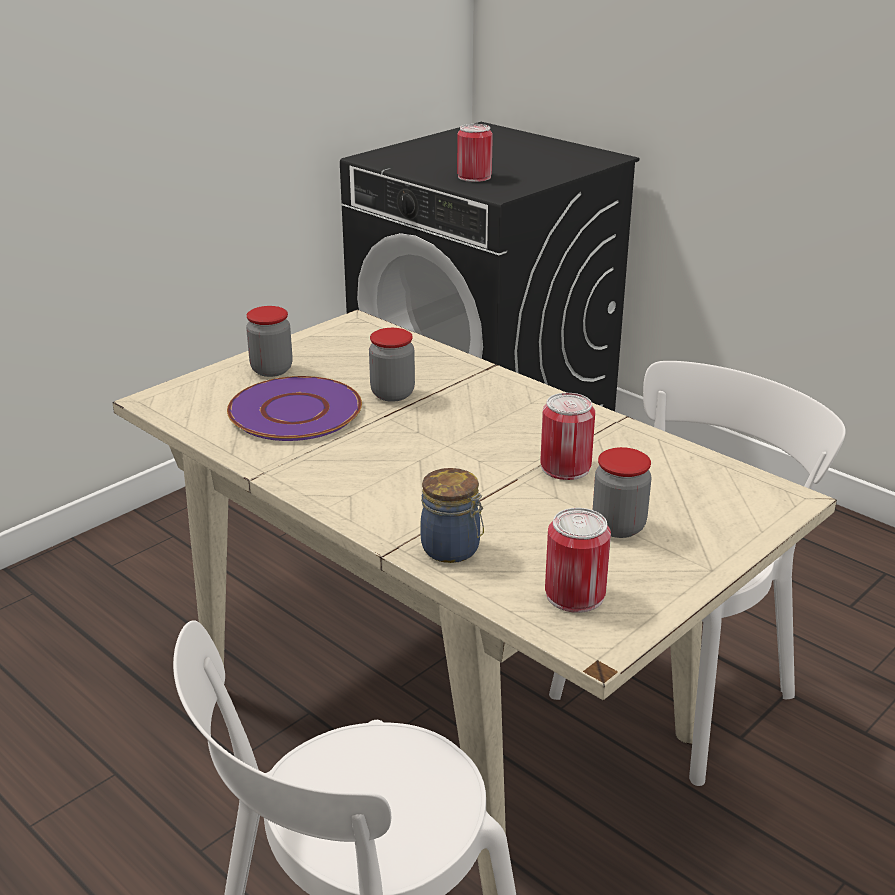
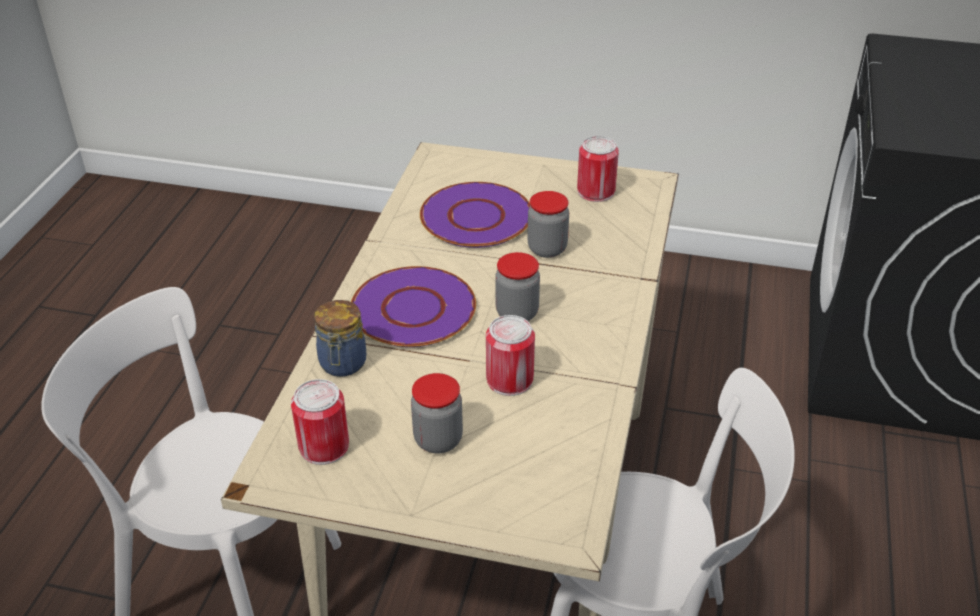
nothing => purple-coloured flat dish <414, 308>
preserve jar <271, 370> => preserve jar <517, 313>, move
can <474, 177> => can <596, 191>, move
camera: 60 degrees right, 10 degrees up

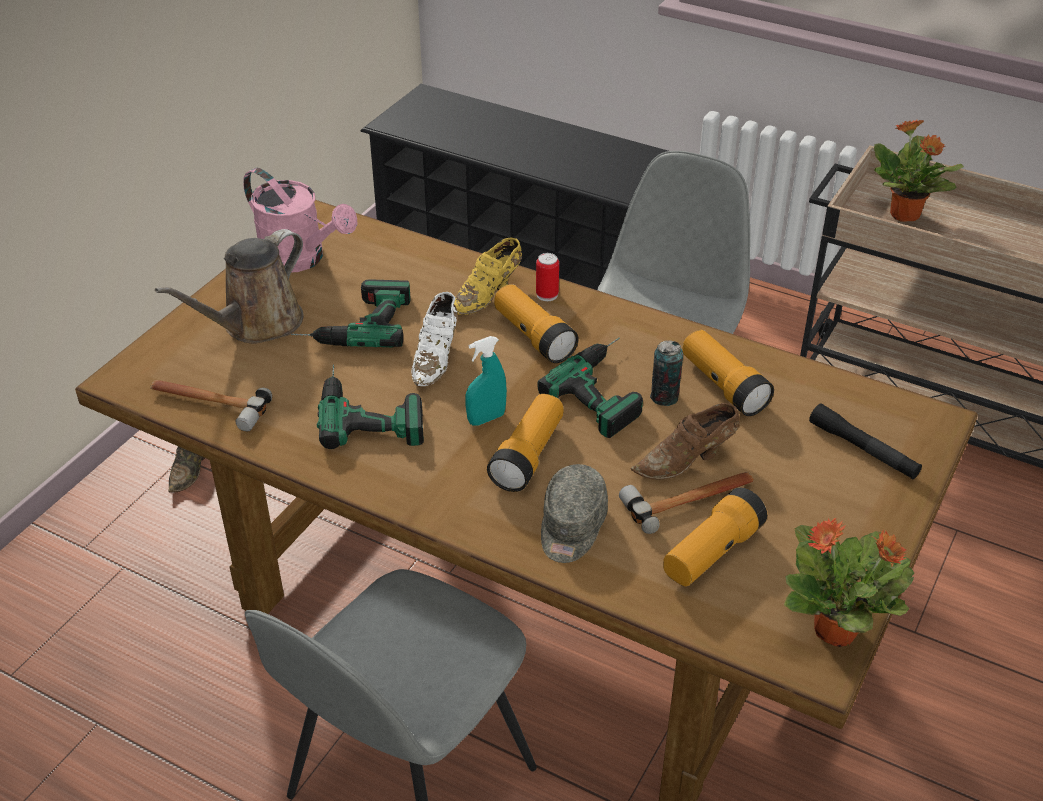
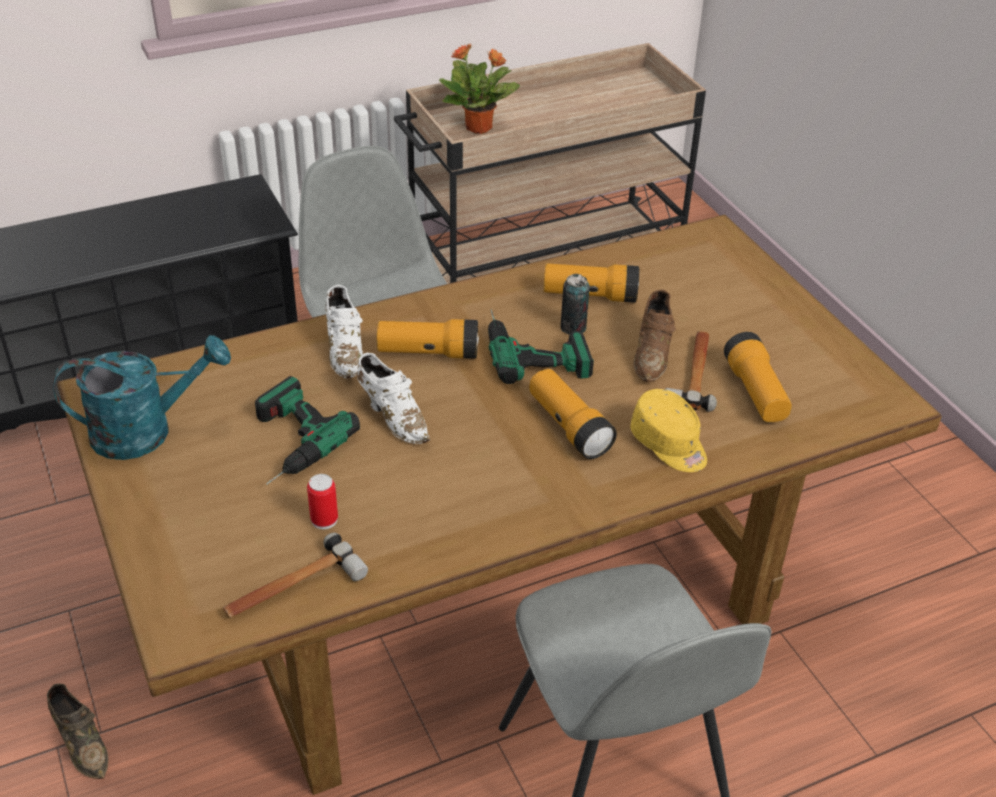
brownish watering can <256, 324> => nothing
power drill <370, 409> => nothing
turquoise spray bottle <486, 419> => nothing
houseplant <837, 631> => nothing
blackish torch <863, 450> => nothing
can <547, 295> => can <324, 520>, move
pinkish watering can <301, 259> => turquoise watering can <146, 431>
yellow-coloured item of footwear <488, 295> => whitish item of footwear <345, 349>
grey cap <571, 527> => yellow-coloured cap <669, 444>
camera: 55 degrees left, 0 degrees up

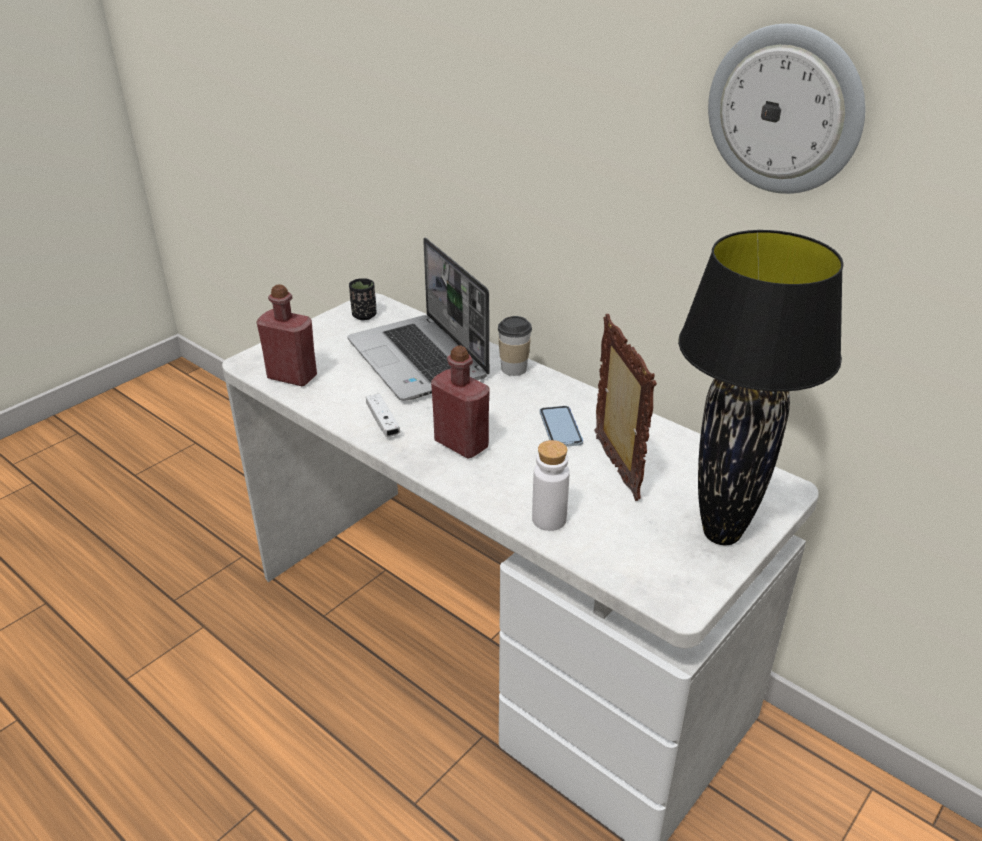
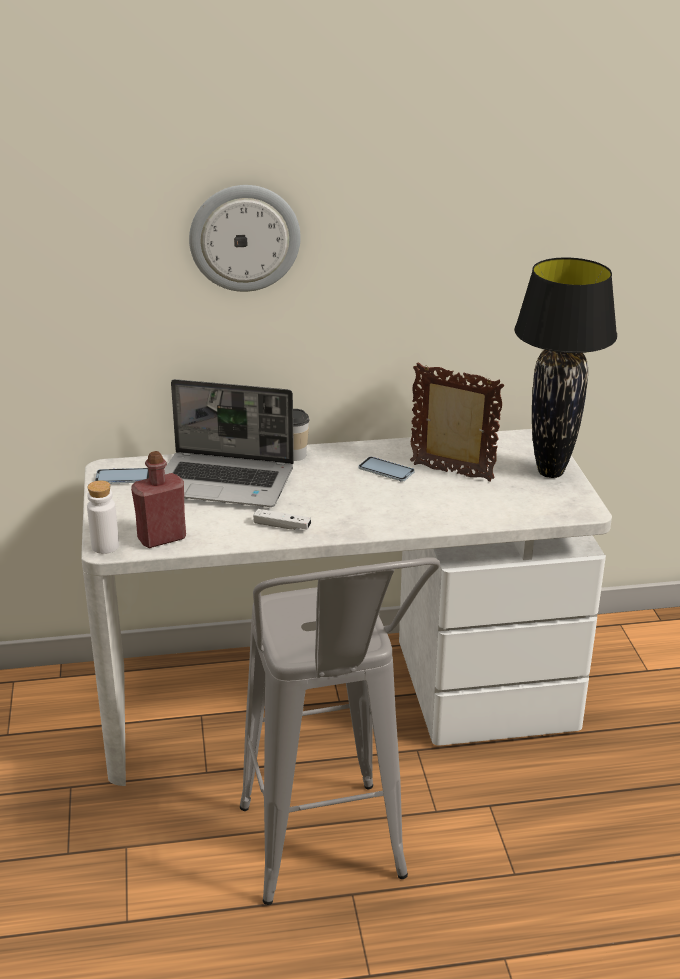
red-coloured drink bottle <461, 444> => nothing
nothing => grey stool <327, 863>
whitish drink bottle <549, 519> => whitish drink bottle <105, 546>, move
hanging clock <785, 110> => hanging clock <244, 238>, move
blackish small cup <364, 315> => phone <123, 477>
camera: 50 degrees left, 5 degrees down

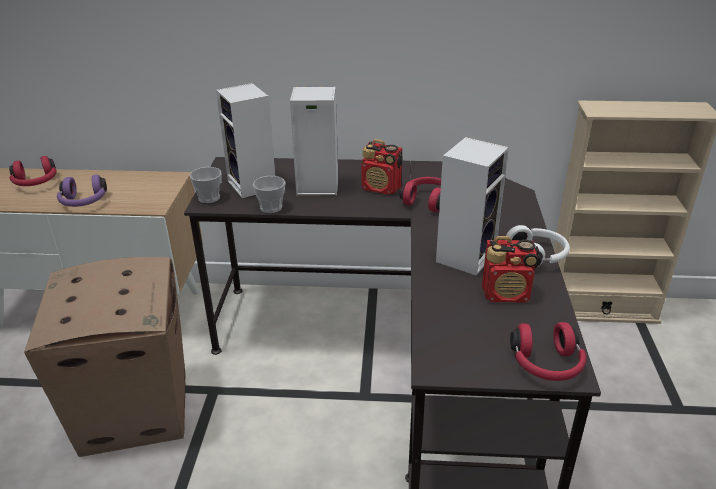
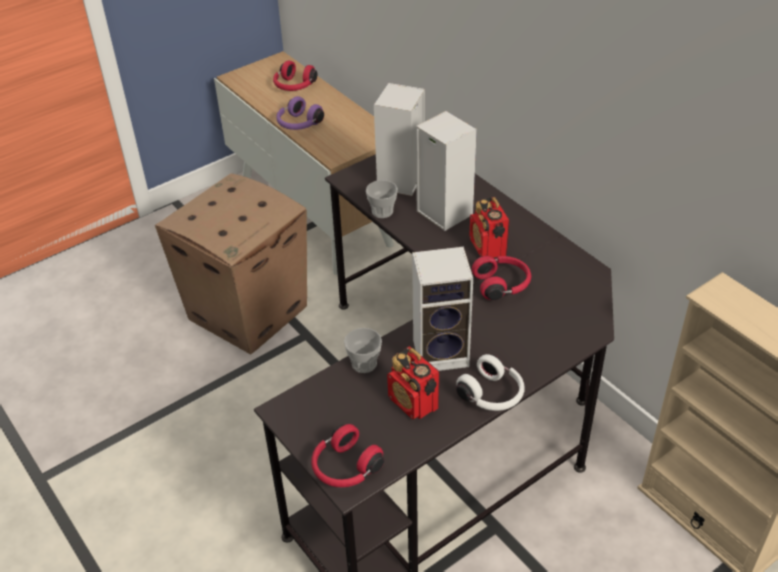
small cup <209, 198> => small cup <364, 363>, move
camera: 50 degrees right, 10 degrees up

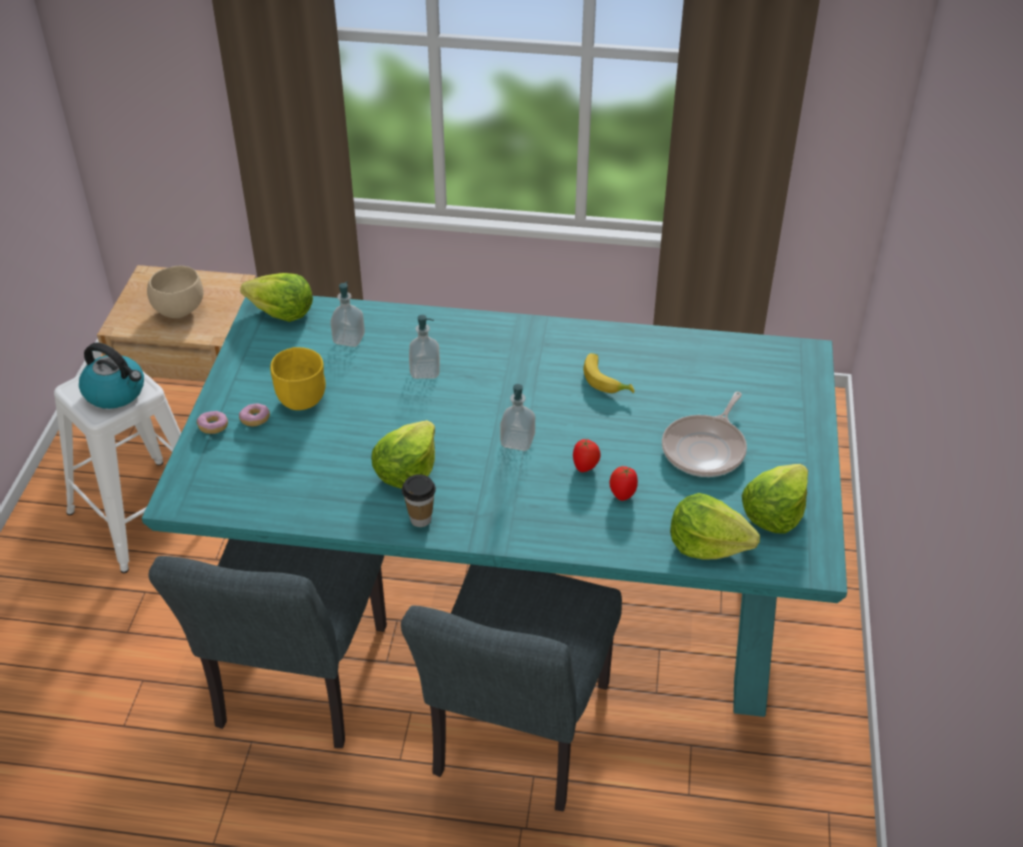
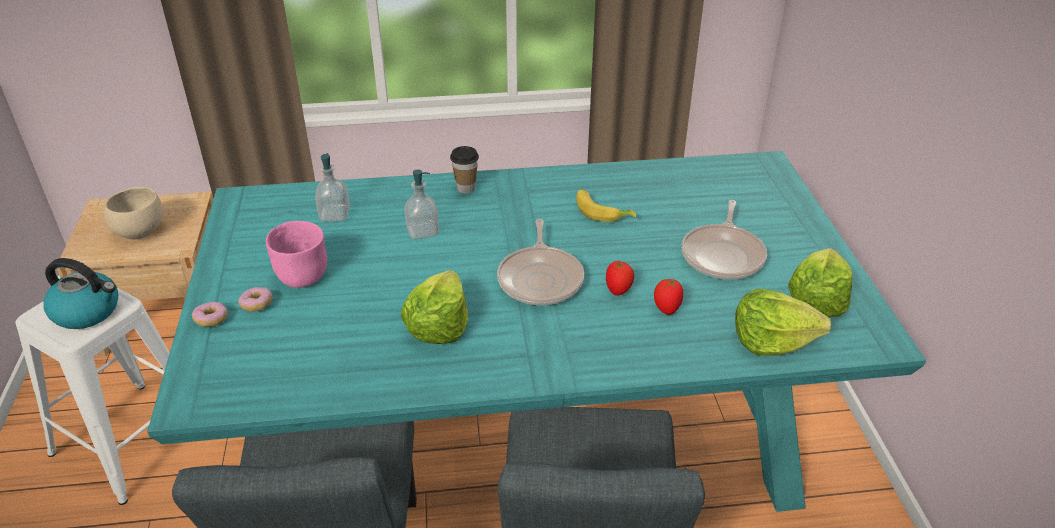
lettuce head <281, 313> => nothing
small cup <420, 519> => small cup <466, 188>, move
soap bottle <517, 441> => frying pan <541, 278>
yellow-coloured serving bowl <300, 400> => pinkish serving bowl <301, 277>
camera: 15 degrees left, 5 degrees down

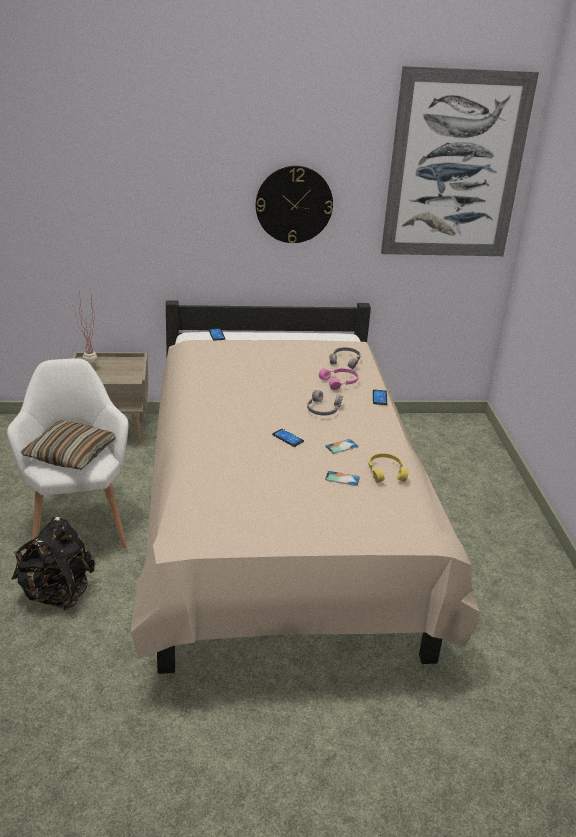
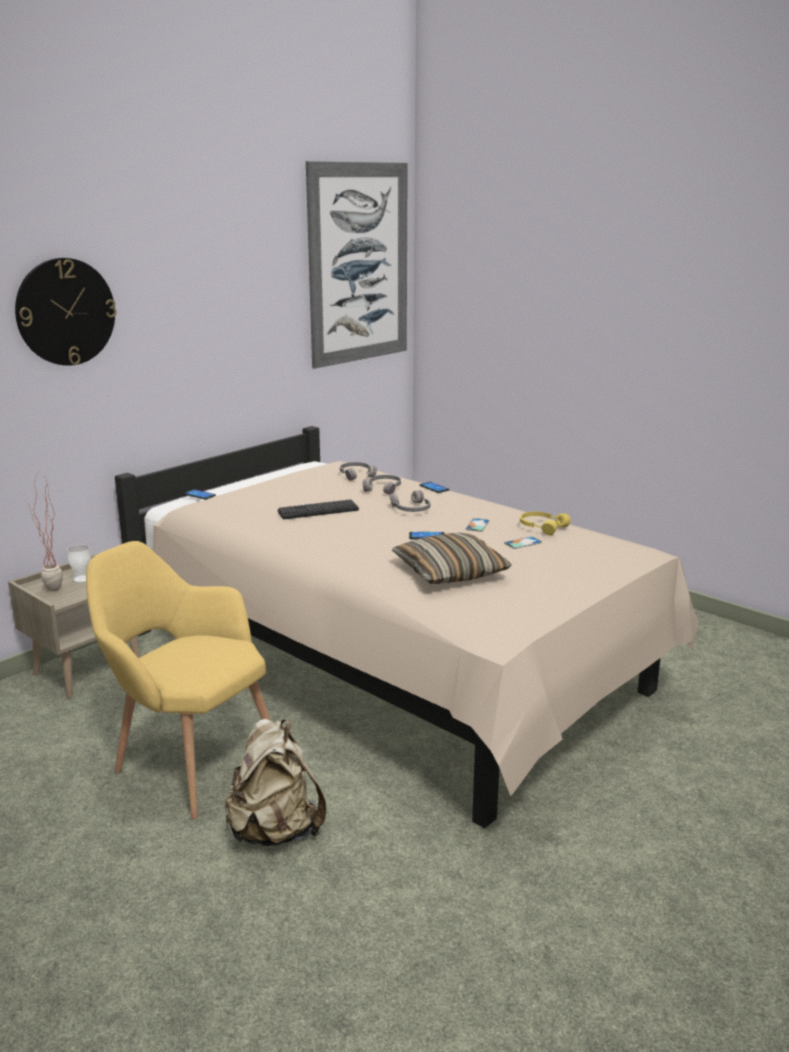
nothing => small cup <82, 579>
nothing => keyboard <318, 510>
throw pillow <71, 454> => throw pillow <450, 572>, move
hanging clock <294, 204> => hanging clock <65, 312>, move
whitish lounge chair <77, 522> => yellow-coloured lounge chair <188, 762>
blackish knapsack <56, 593> => beige-coloured knapsack <275, 831>
pinkish headset <340, 382> => grey headset <384, 489>
camera: 40 degrees left, 10 degrees down

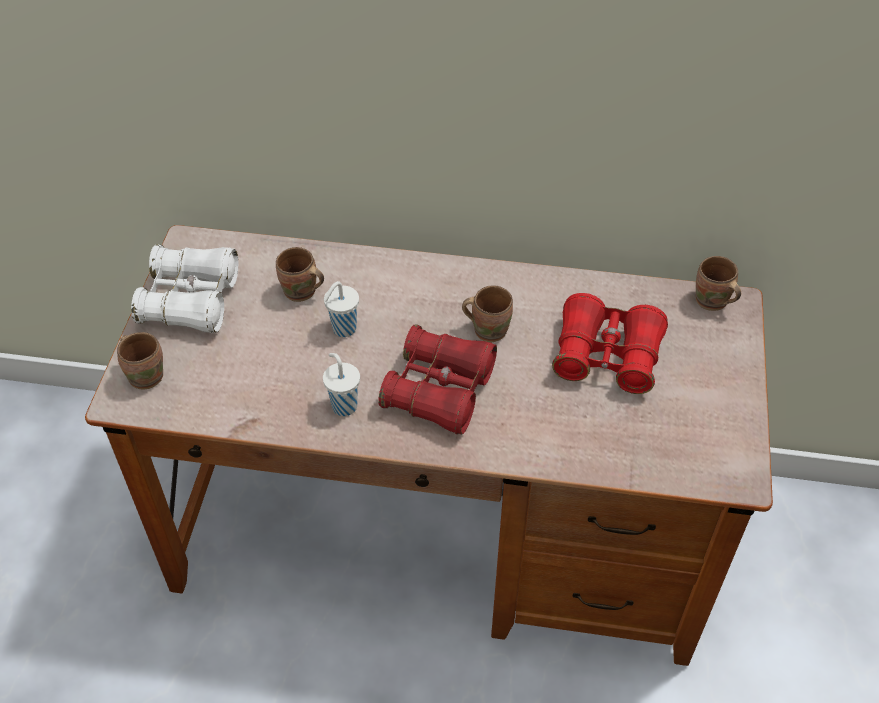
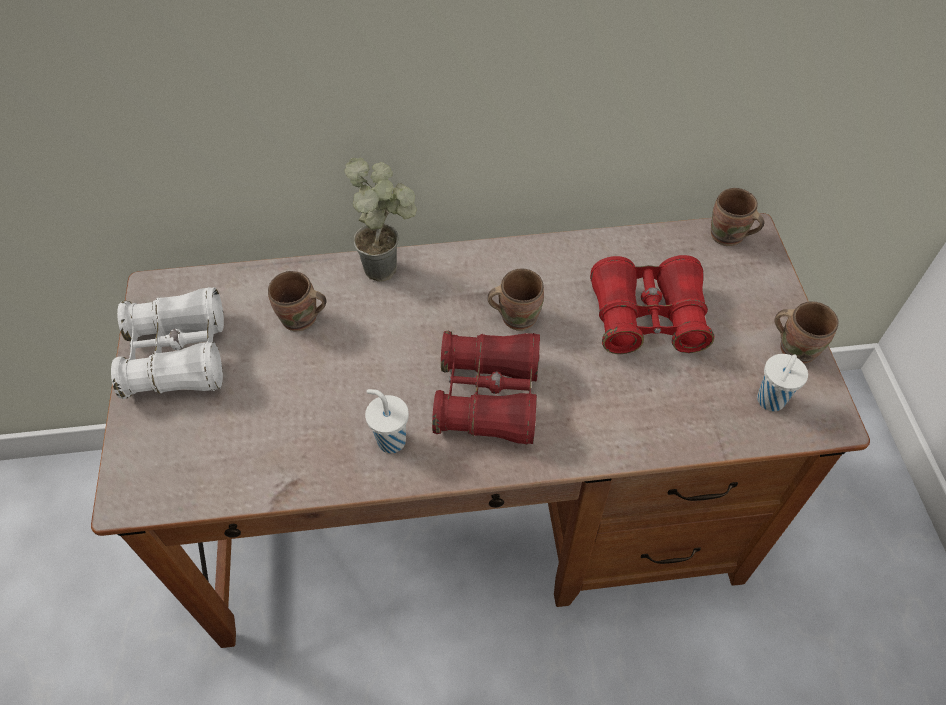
nothing => houseplant <390, 266>
brownish tea mug <147, 375> => brownish tea mug <796, 347>, move
whitish small cup <343, 329> => whitish small cup <770, 401>, move
camera: 15 degrees left, 5 degrees up

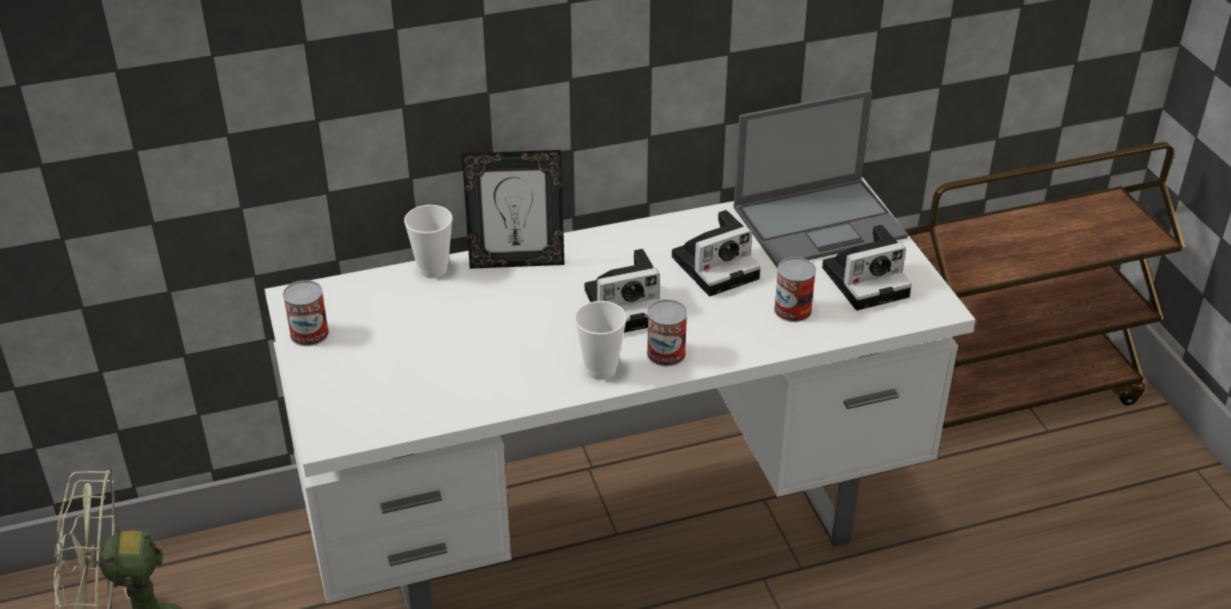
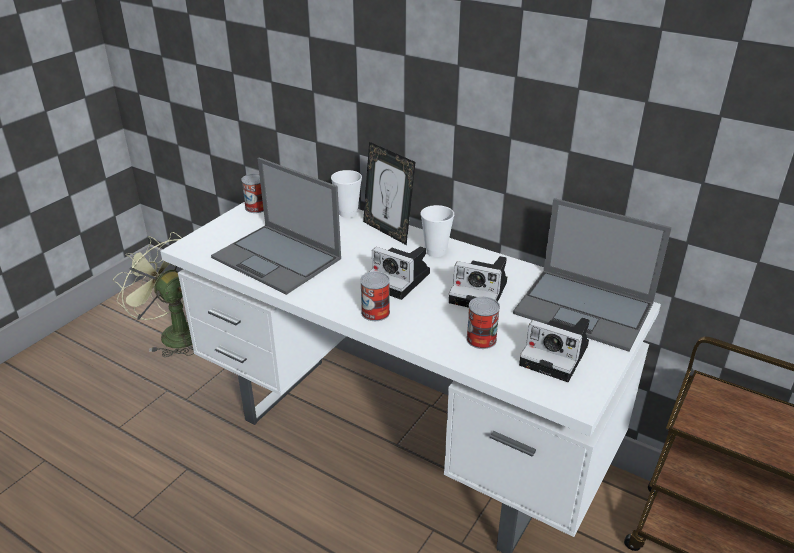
nothing => portable computer <278, 259>
small cup <601, 370> => small cup <436, 252>, move
camera: 50 degrees right, 5 degrees down

